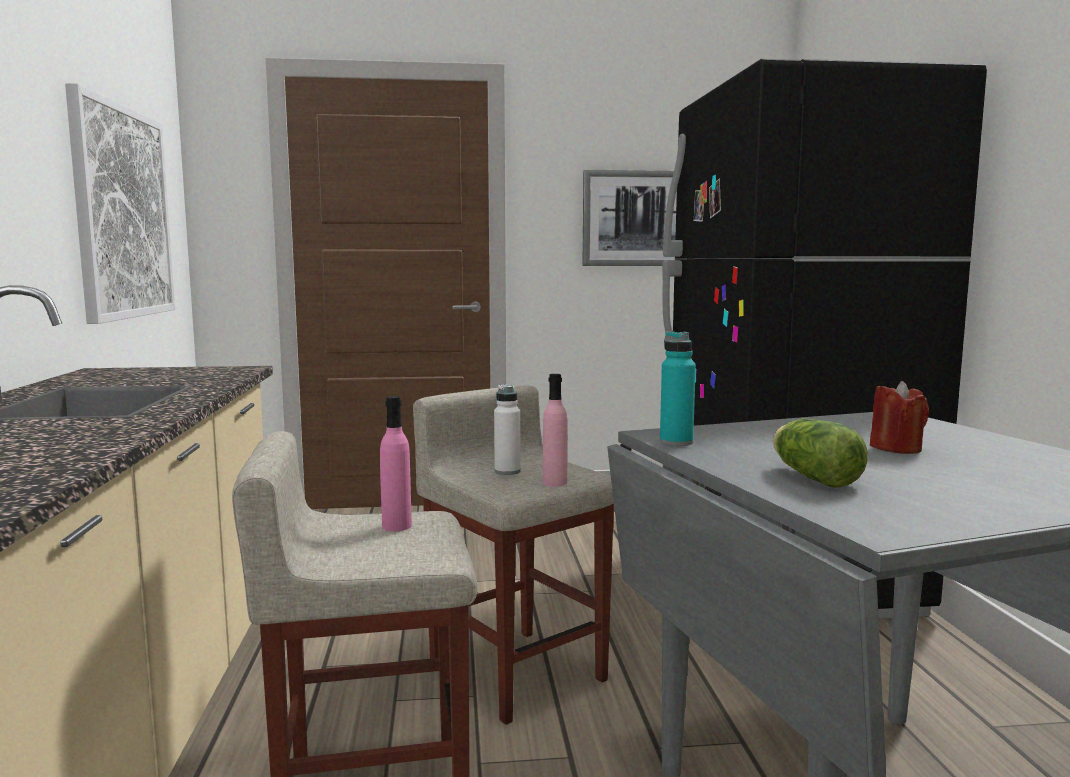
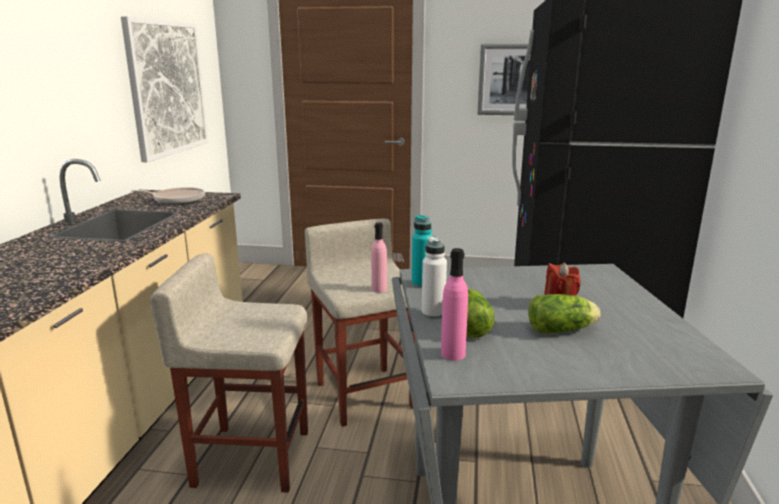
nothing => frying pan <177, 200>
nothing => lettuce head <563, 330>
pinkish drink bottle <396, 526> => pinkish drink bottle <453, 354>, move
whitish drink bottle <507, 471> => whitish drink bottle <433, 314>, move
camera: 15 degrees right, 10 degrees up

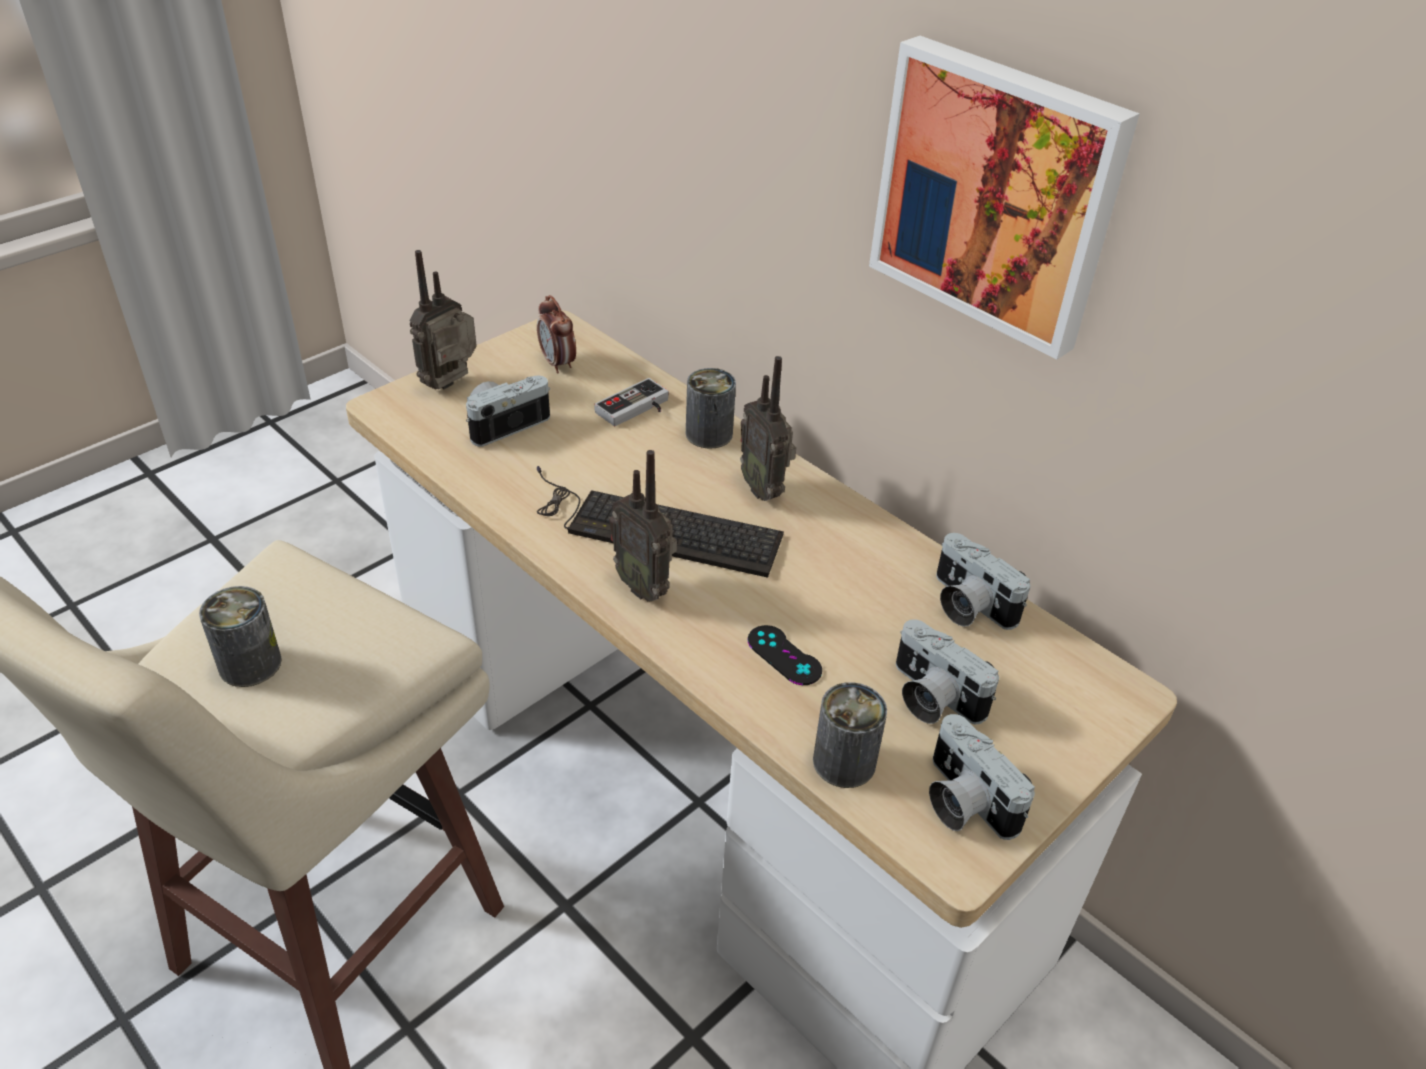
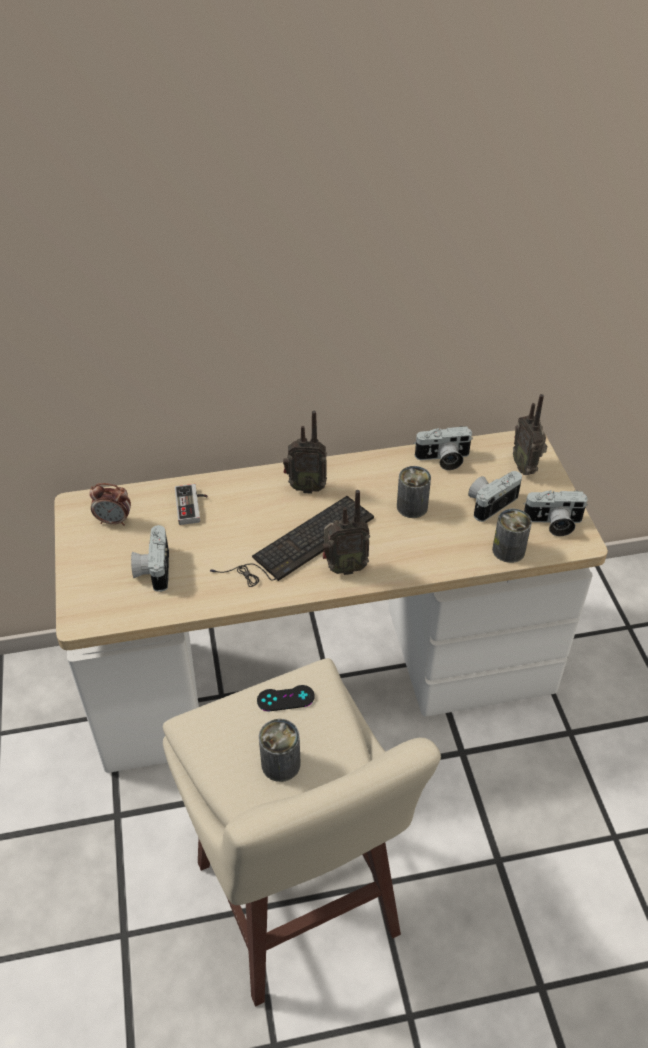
wall picture <997, 194> => nothing
radio set <452, 386> => radio set <525, 467>, move
can <709, 434> => can <412, 507>, move
blackish gamepad <784, 655> => blackish gamepad <285, 698>, move
still camera <931, 697> => still camera <490, 502>, 150 degrees clockwise
camera: 55 degrees left, 5 degrees up

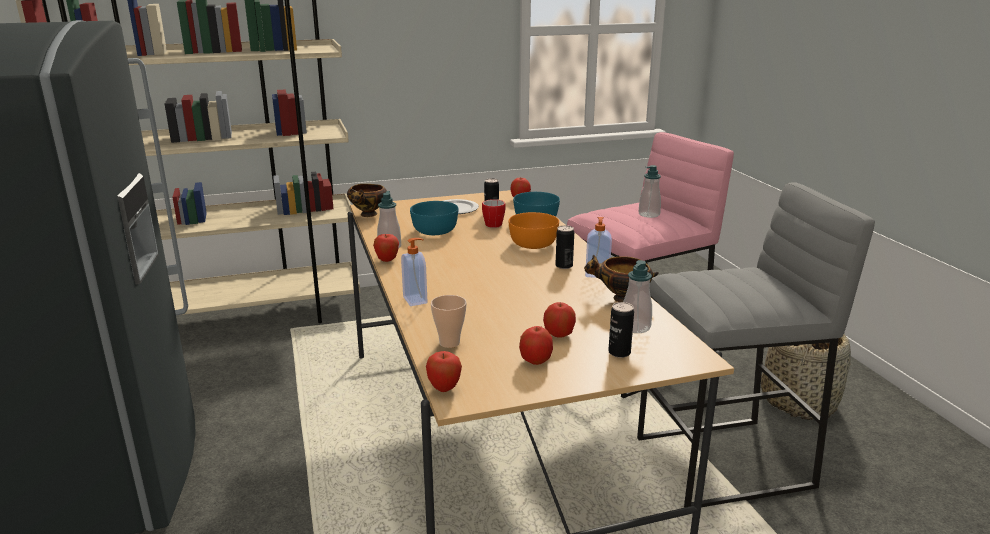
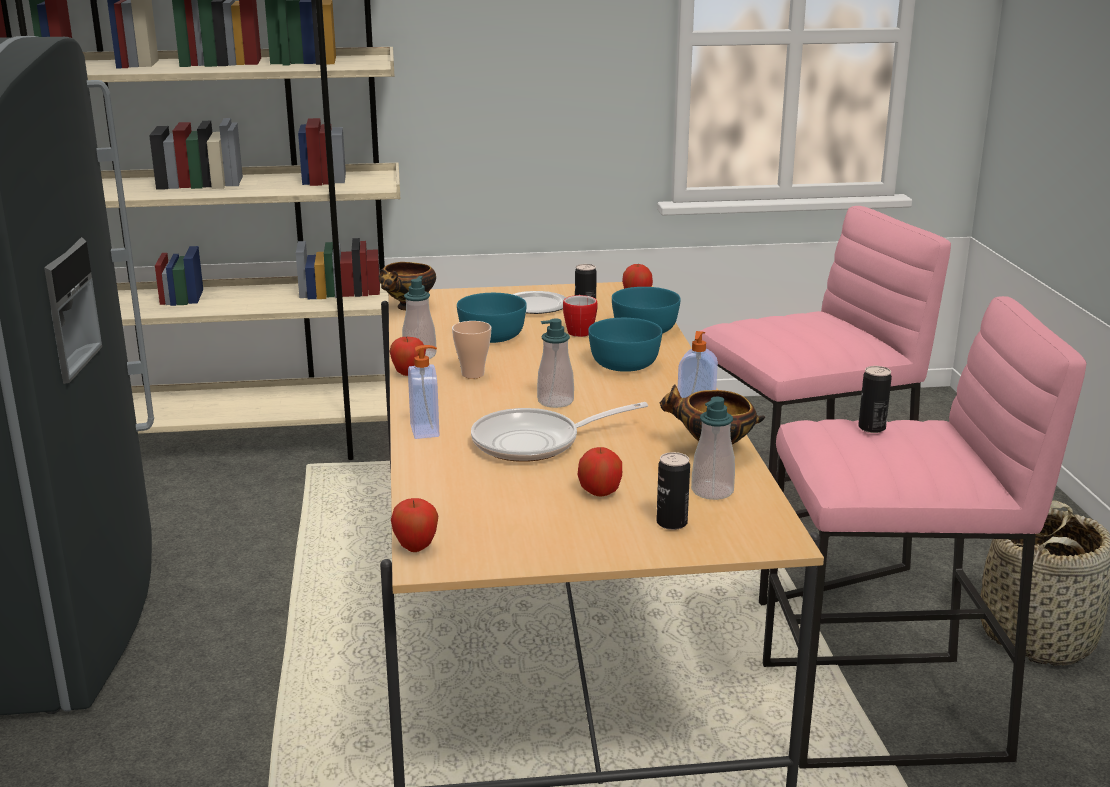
apple fruit <536, 360> => nothing
nothing => frying pan <535, 442>
small cup <449, 343> => small cup <473, 374>, move
can <564, 266> => can <871, 428>, move
soap bottle <649, 214> => soap bottle <555, 401>, move
orange serving bowl <533, 244> => turquoise serving bowl <624, 364>
grey stool <724, 463> => pinkish stool <882, 712>
camera: 10 degrees right, 0 degrees up

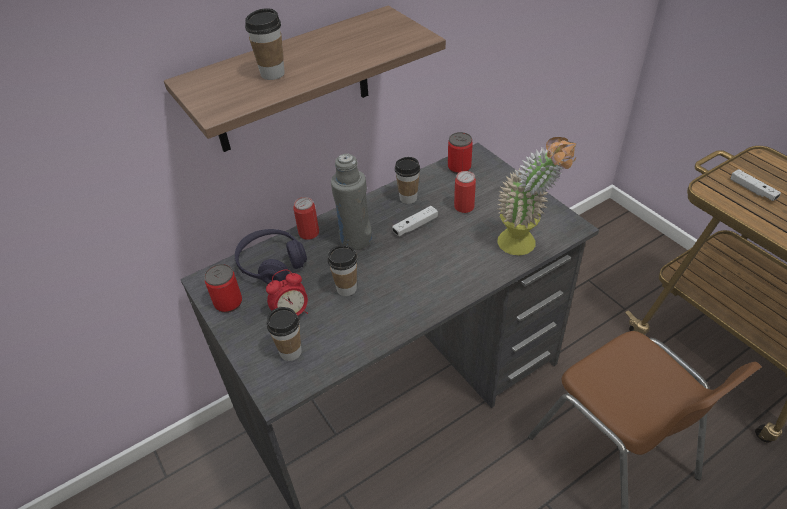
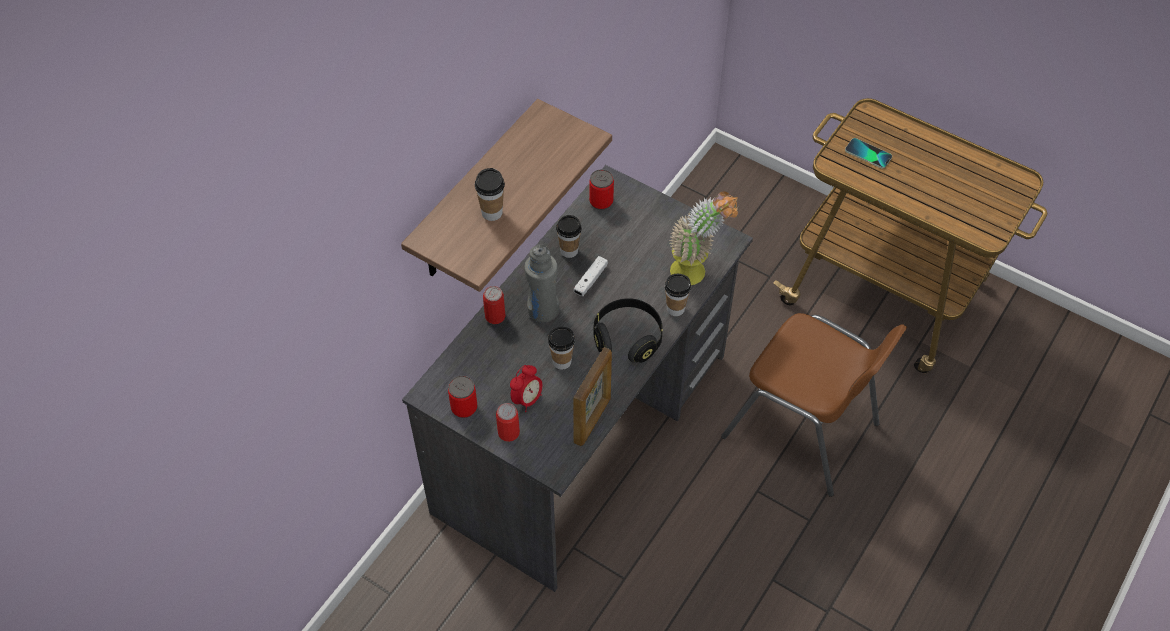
purple-coloured headset <272, 264> => nothing
nothing => standing frame <593, 420>
nothing => blackish headset <628, 338>
small cup <290, 352> => small cup <675, 309>, move
can <464, 207> => can <508, 432>, move
whitish gamepad <752, 190> => phone <868, 154>
camera: 25 degrees left, 10 degrees up

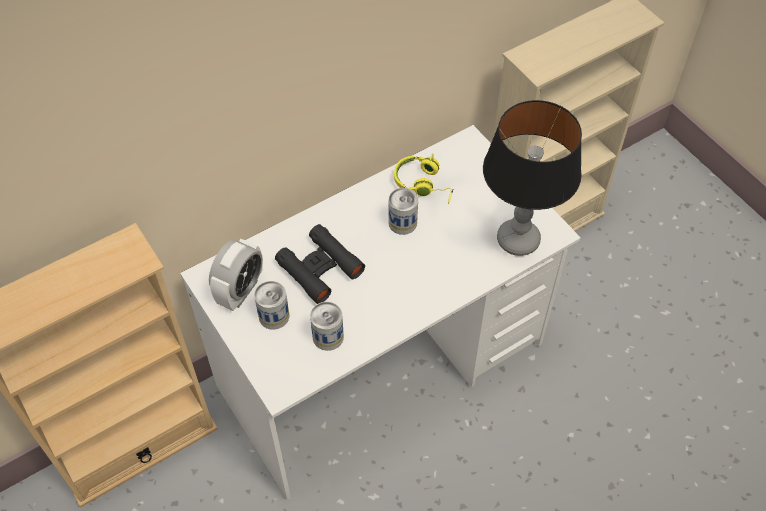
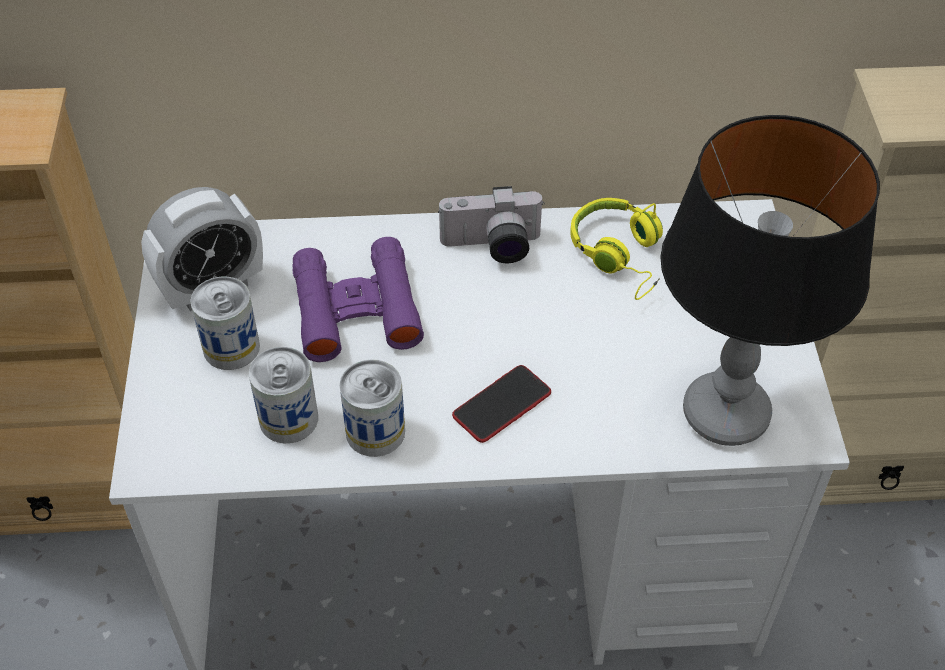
nothing => still camera <492, 247>
nothing => phone <502, 405>
can <402, 223> => can <375, 432>, move
blackish binoculars <319, 268> => purple-coloured binoculars <356, 309>
camera: 30 degrees right, 5 degrees down

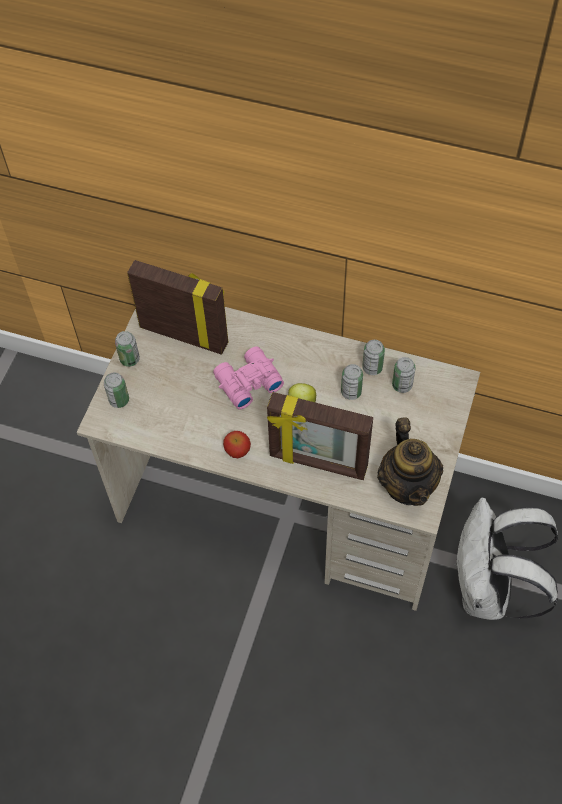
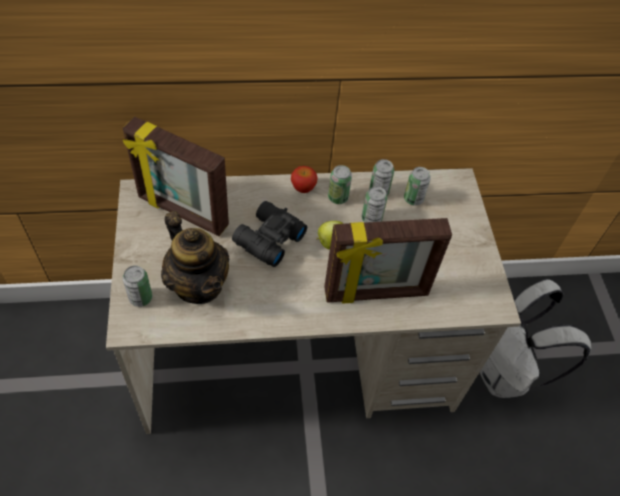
can <129, 359> => can <338, 197>, move
apple fruit <237, 451> => apple fruit <303, 188>, move
teapot <408, 485> => teapot <198, 285>, move
pinkish binoculars <246, 382> => blackish binoculars <267, 239>
standing frame <184, 334> => standing frame <182, 212>, 150 degrees counterclockwise
camera: 30 degrees left, 5 degrees down

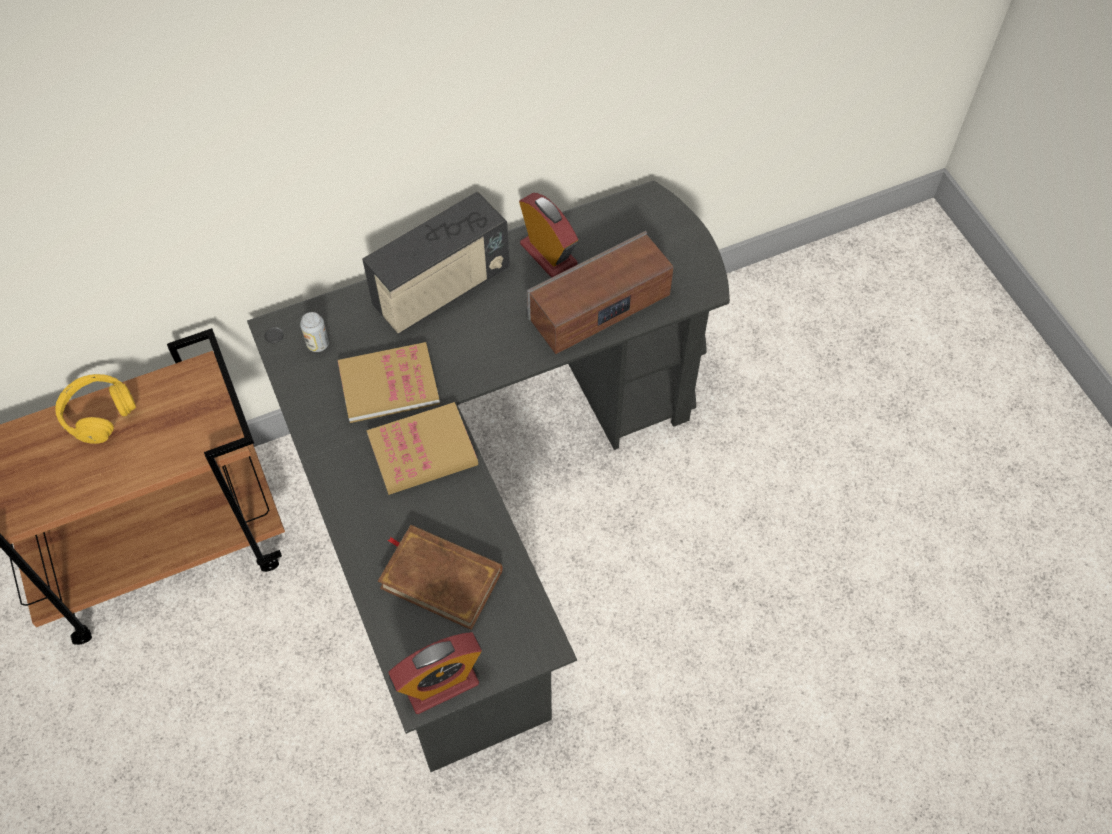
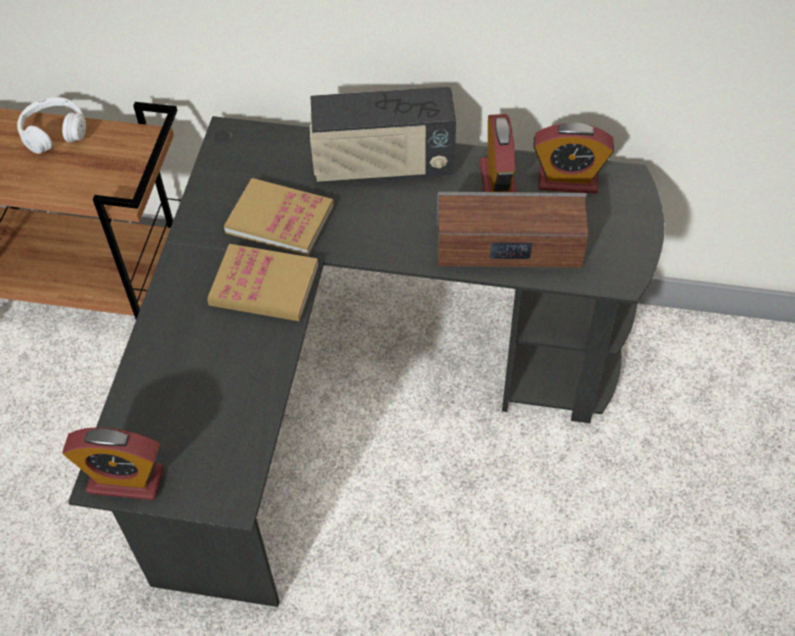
can <318, 344> => nothing
brownish volume <441, 578> => nothing
nothing => table clock <568, 180>
yellow-coloured headset <98, 413> => whitish headset <54, 132>
camera: 35 degrees right, 5 degrees down

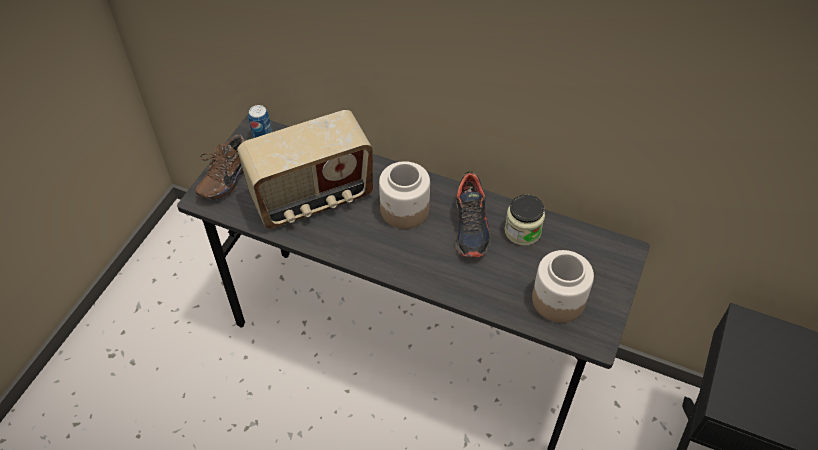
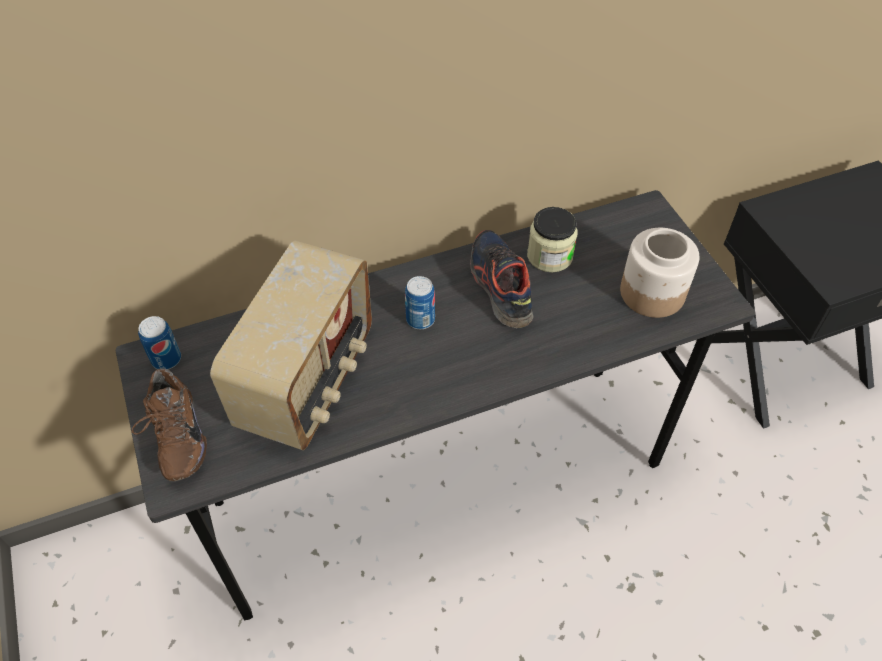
preserve jar <404, 210> => can <420, 319>
item of footwear <471, 226> => item of footwear <500, 286>, 150 degrees counterclockwise
camera: 45 degrees left, 0 degrees up

